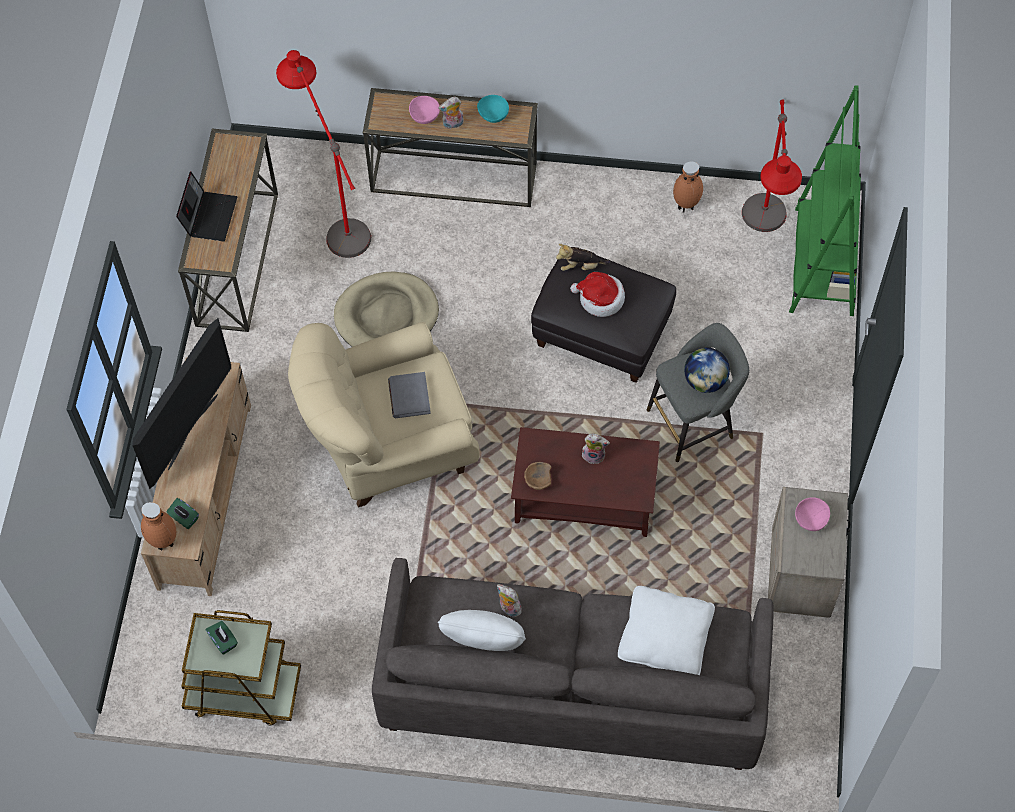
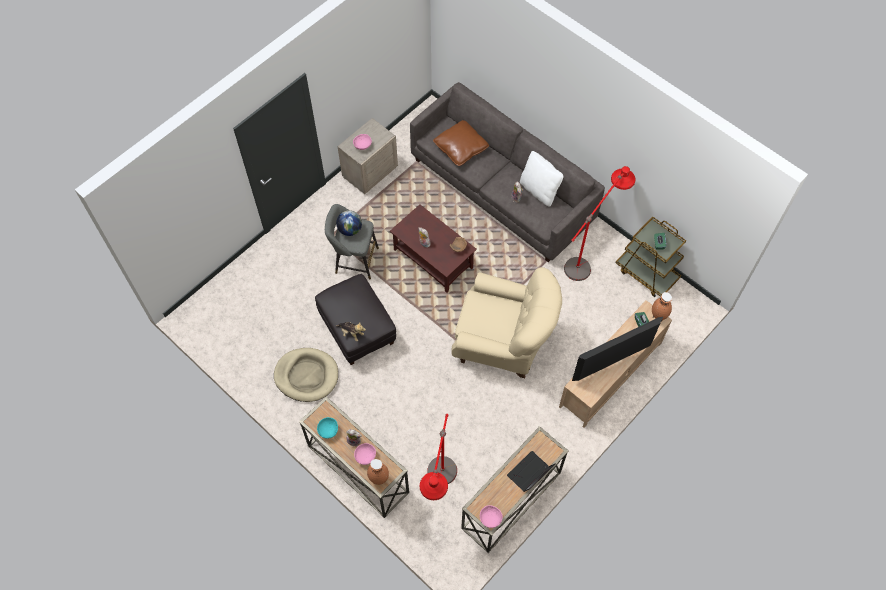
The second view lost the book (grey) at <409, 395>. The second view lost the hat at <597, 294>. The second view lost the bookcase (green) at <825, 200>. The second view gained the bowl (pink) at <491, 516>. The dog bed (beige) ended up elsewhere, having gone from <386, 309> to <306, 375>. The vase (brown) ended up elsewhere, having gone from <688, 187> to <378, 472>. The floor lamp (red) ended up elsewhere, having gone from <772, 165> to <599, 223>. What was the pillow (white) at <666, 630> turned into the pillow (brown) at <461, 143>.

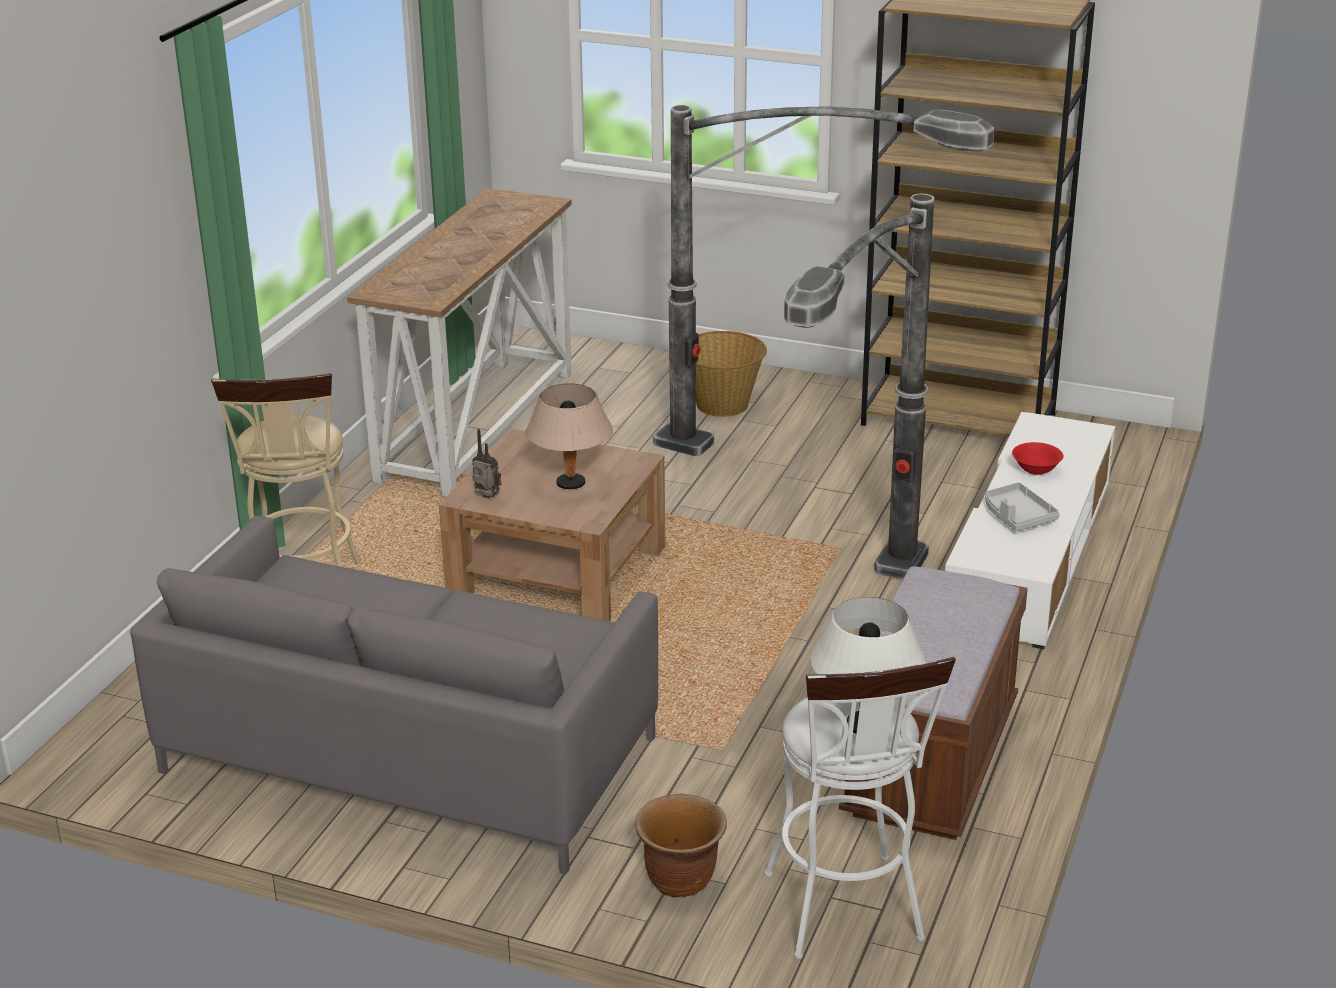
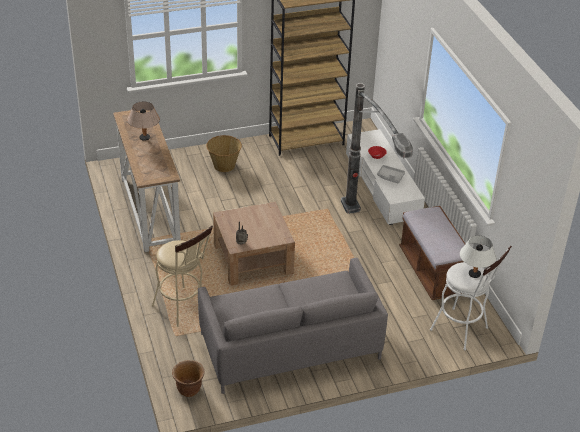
The second view lost the floor lamp at <823, 280>. The table lamp (beige) ended up elsewhere, having gone from <569, 436> to <143, 121>. The planter (brown) ended up elsewhere, having gone from <681, 845> to <188, 378>.

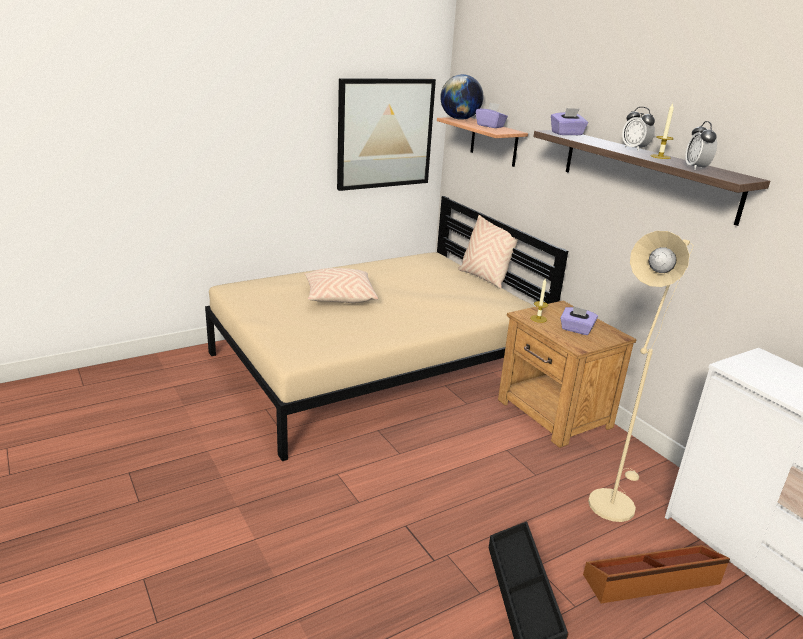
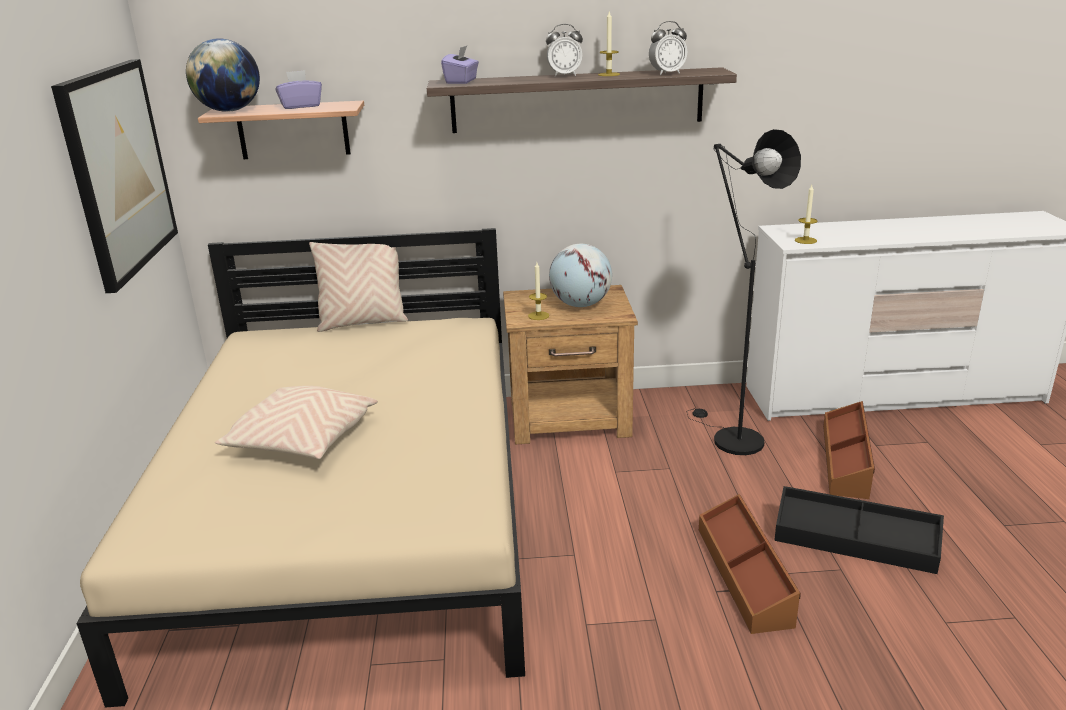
The second view gained the storage box (brown) at <750, 564>. The second view gained the candle at <806, 214>. Where the tissue box (purple) stood at <579, 320>, the globe came to stand at <580, 275>. What was the floor lamp (beige) at <640, 376> turned into the floor lamp (black) at <744, 292>. The alarm clock at <701, 145> ended up facing another way, 45 degrees counterclockwise from before.

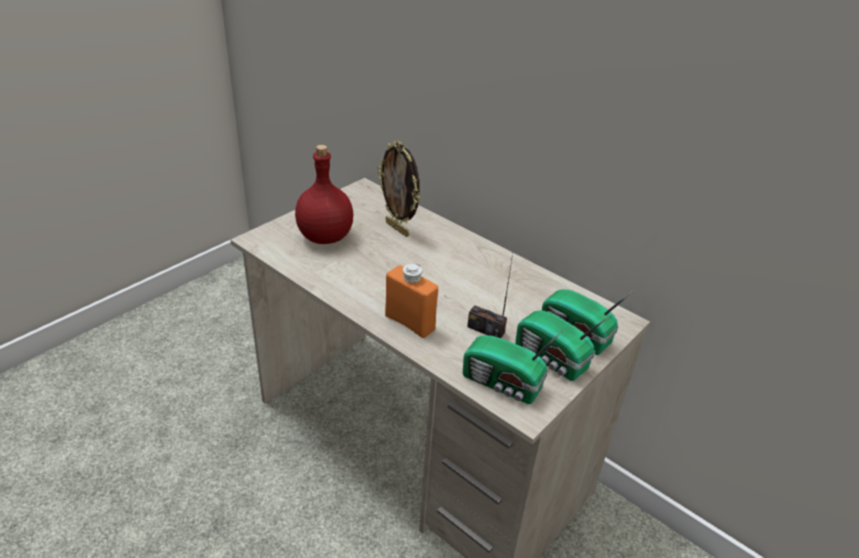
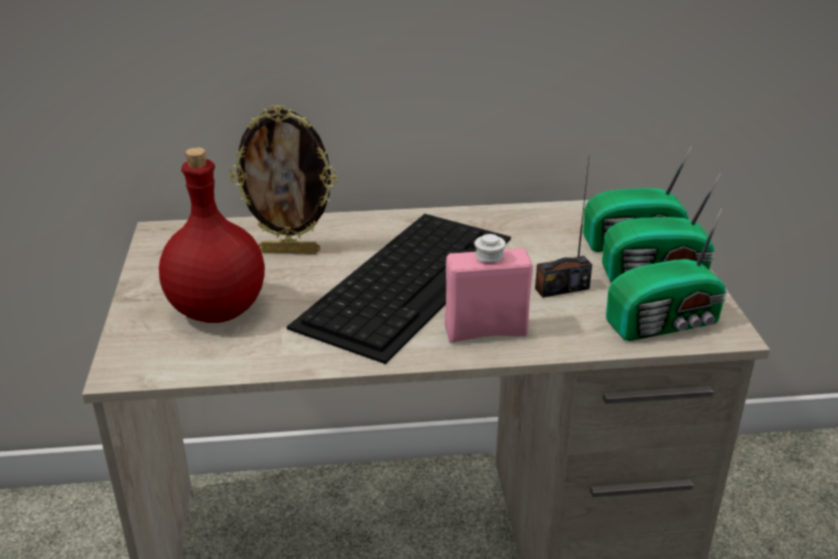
The second view gained the keyboard at <399, 289>. What was the bottle (orange) at <411, 301> turned into the bottle (pink) at <489, 288>.

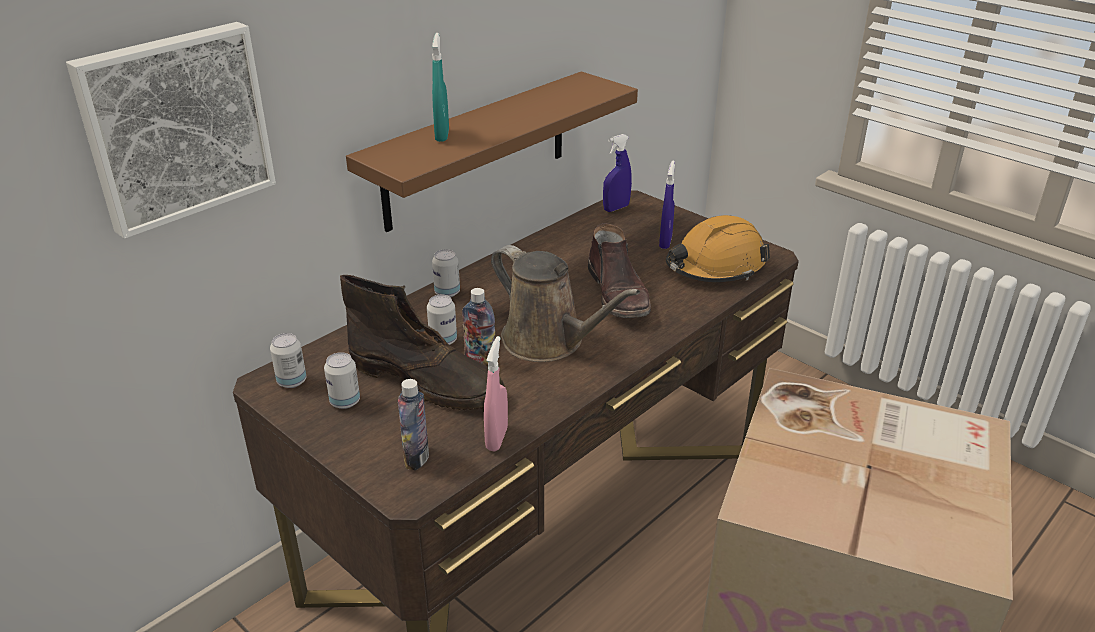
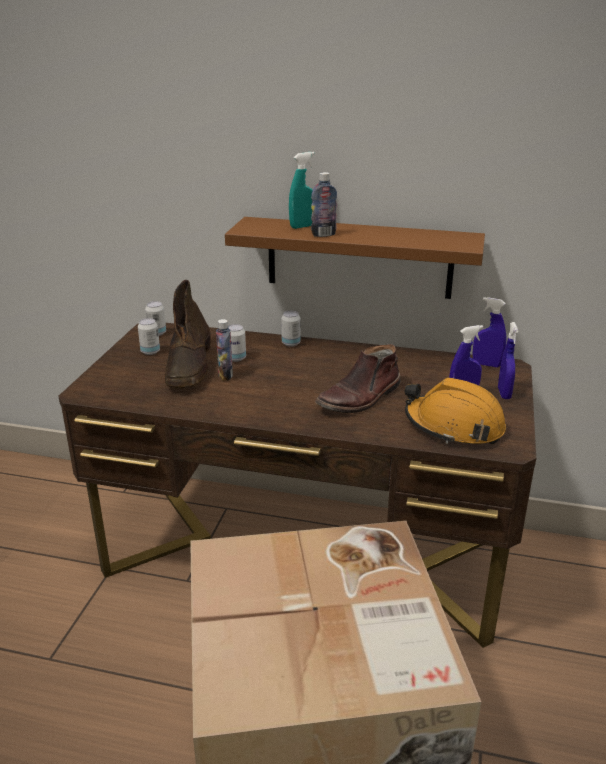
The second view lost the picture at <171, 130>. The second view lost the spray bottle (pink) at <496, 393>. The second view lost the watering can (brown) at <565, 303>. The second view gained the spray bottle (blue) at <508, 360>. The bottle ended up elsewhere, having gone from <413, 424> to <324, 204>.

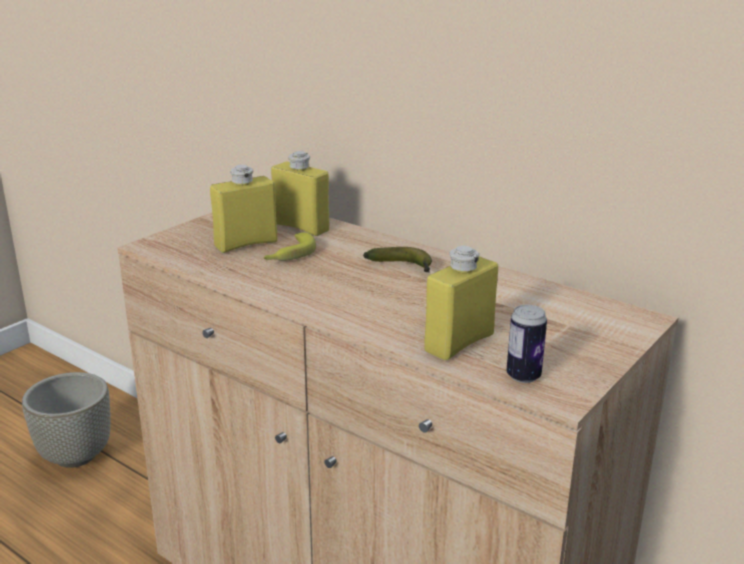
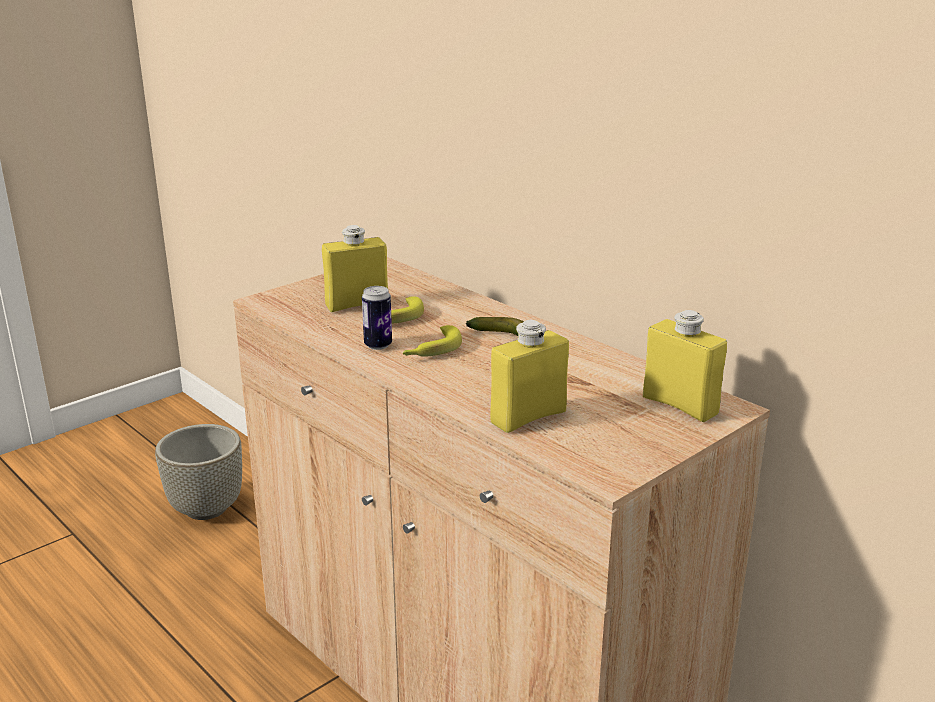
The second view gained the banana at <432, 341>. The bottle (yellow) ended up elsewhere, having gone from <300, 193> to <685, 366>. The can ended up elsewhere, having gone from <527, 344> to <377, 318>.

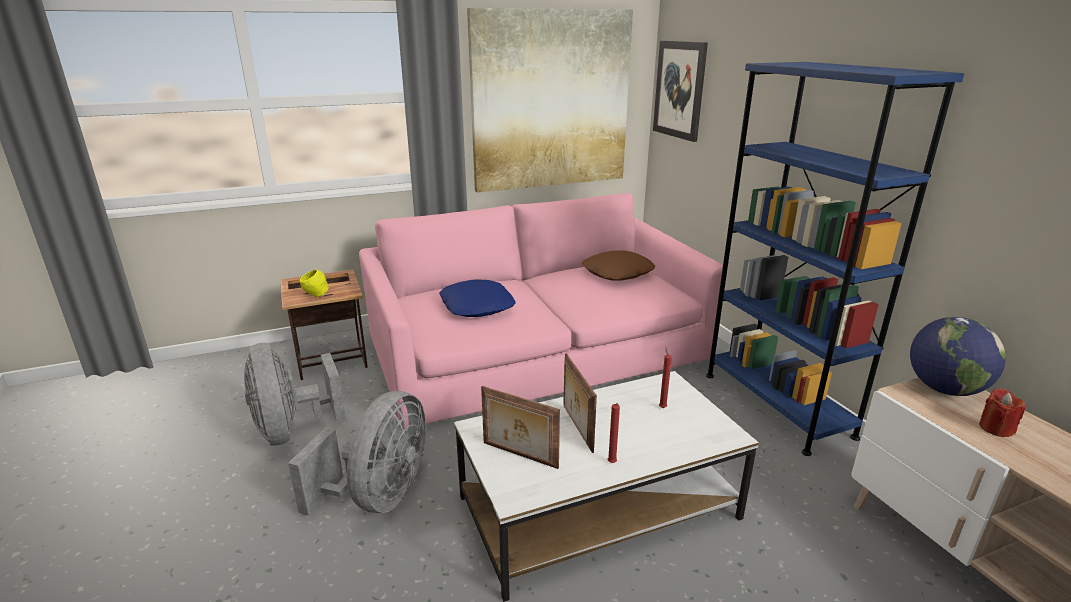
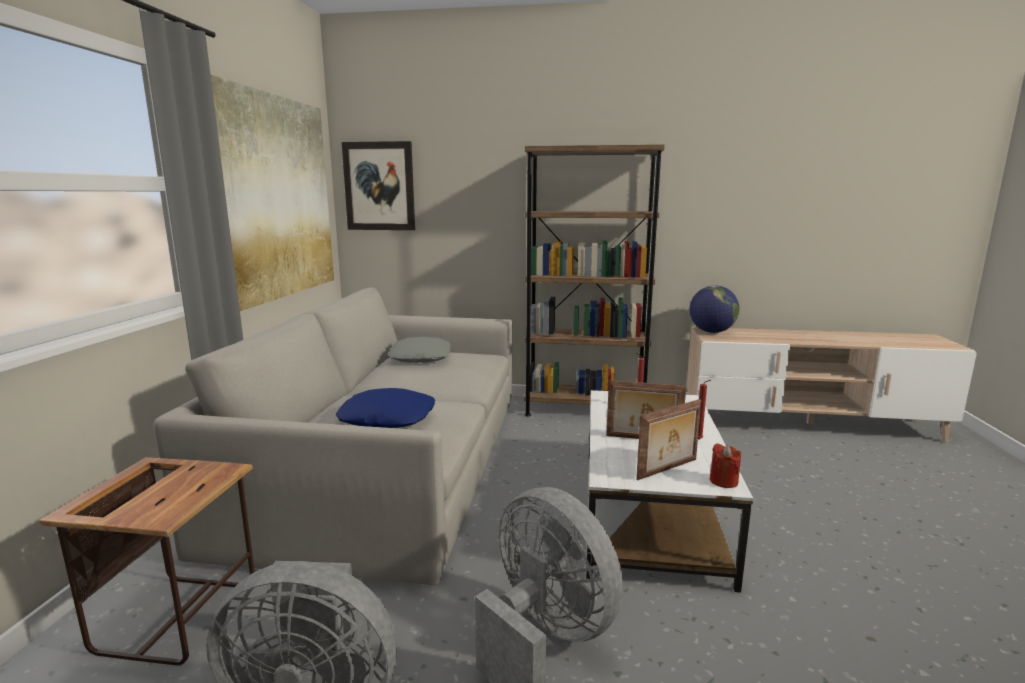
The second view lost the bowl (yellow) at <314, 283>. The candle (red) ended up elsewhere, having gone from <1002, 412> to <725, 465>. What was the sofa (pink) at <543, 311> turned into the sofa (grey) at <333, 436>. What was the pillow (brown) at <618, 266> turned into the pillow (grey) at <419, 349>. What was the bookcase (blue) at <835, 259> turned into the bookcase (brown) at <594, 280>.

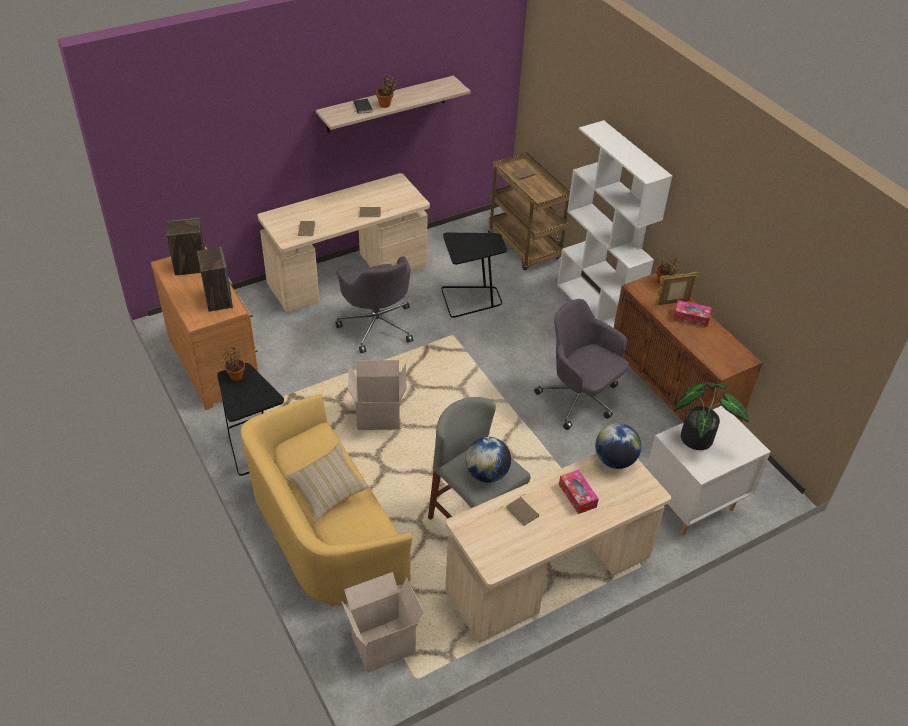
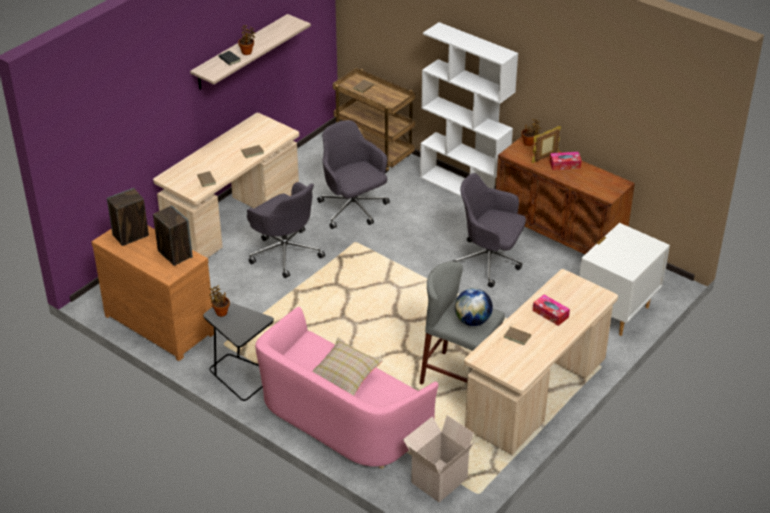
The second view lost the cardboard box at <377, 395>. The second view lost the globe at <618, 446>. The second view lost the potted plant at <711, 416>. Where the side table (black) stood at <474, 275>, the office chair (grey) came to stand at <353, 174>. What was the sofa (yellow) at <326, 500> turned into the sofa (pink) at <346, 388>.

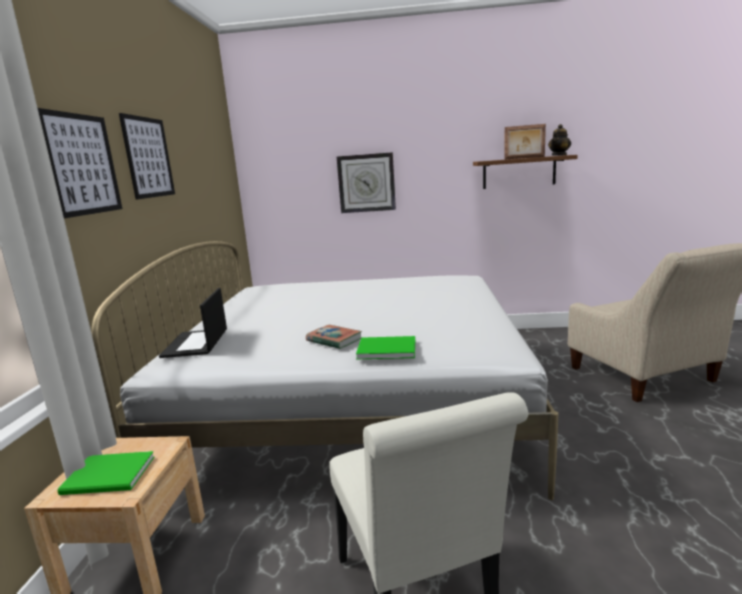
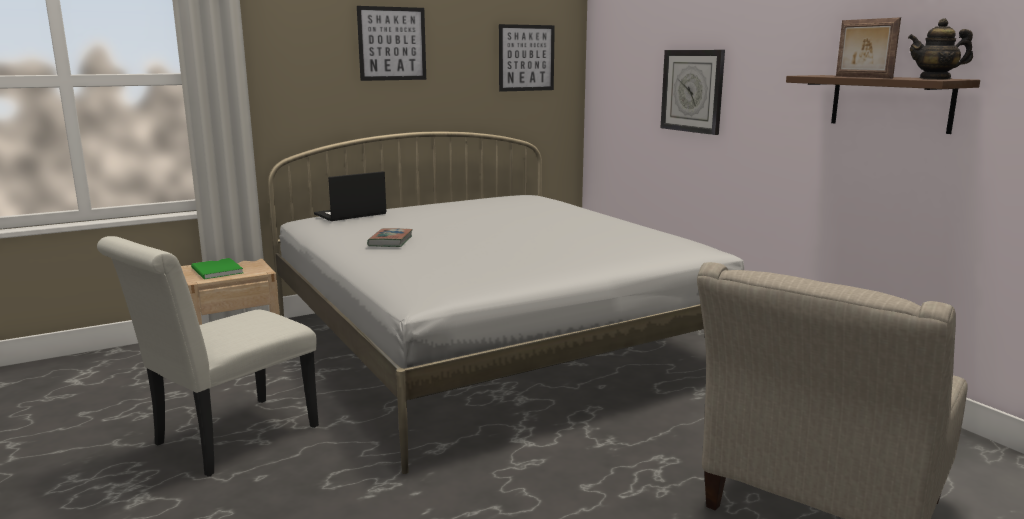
The second view lost the book (green) at <385, 347>. The picture ended up elsewhere, having gone from <80, 163> to <527, 58>.

